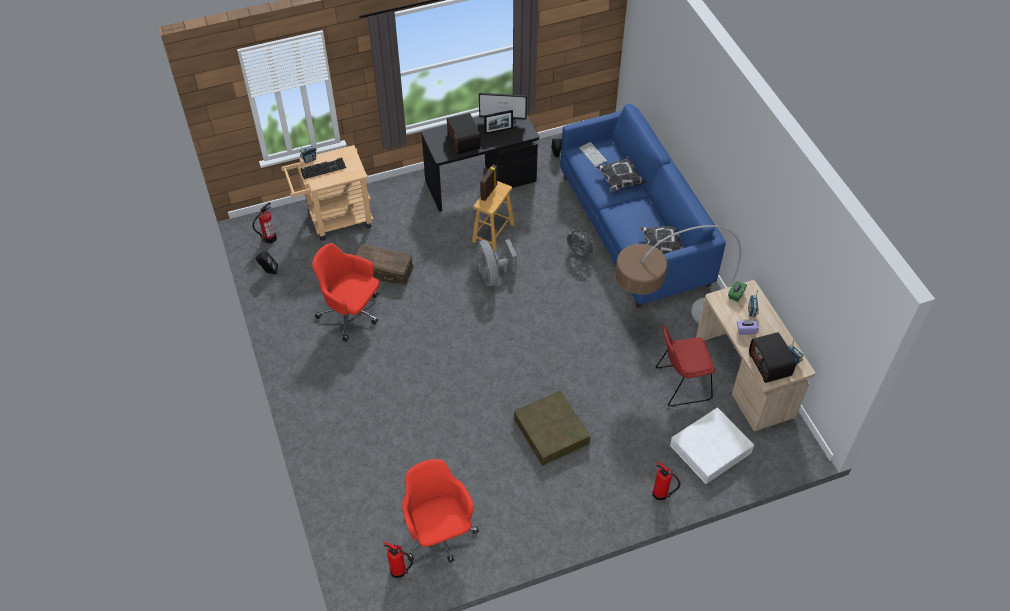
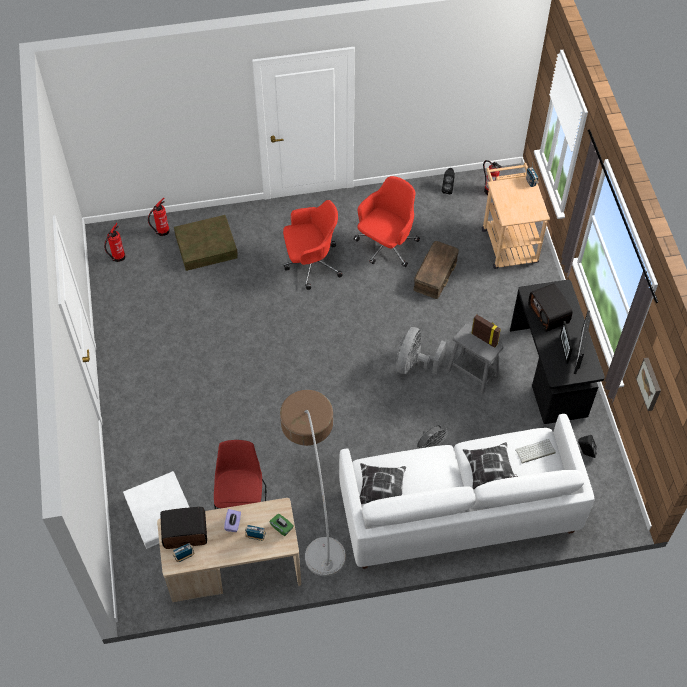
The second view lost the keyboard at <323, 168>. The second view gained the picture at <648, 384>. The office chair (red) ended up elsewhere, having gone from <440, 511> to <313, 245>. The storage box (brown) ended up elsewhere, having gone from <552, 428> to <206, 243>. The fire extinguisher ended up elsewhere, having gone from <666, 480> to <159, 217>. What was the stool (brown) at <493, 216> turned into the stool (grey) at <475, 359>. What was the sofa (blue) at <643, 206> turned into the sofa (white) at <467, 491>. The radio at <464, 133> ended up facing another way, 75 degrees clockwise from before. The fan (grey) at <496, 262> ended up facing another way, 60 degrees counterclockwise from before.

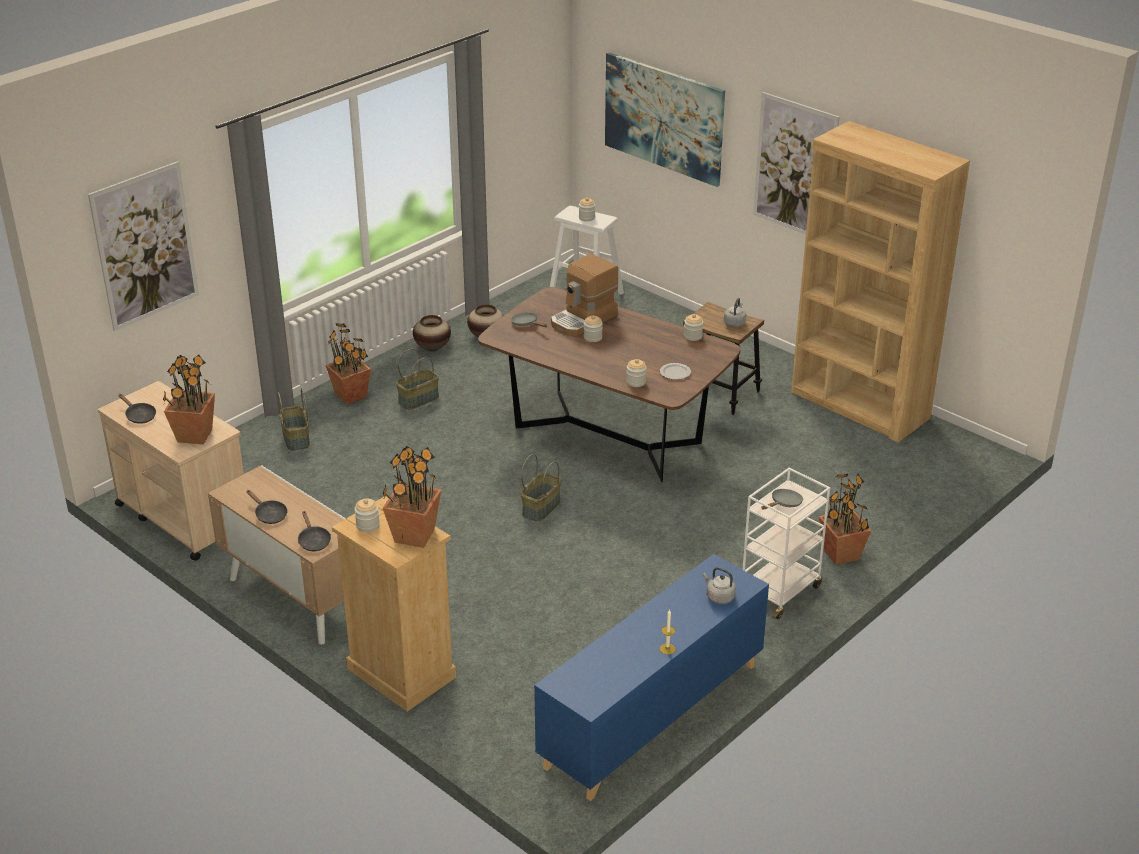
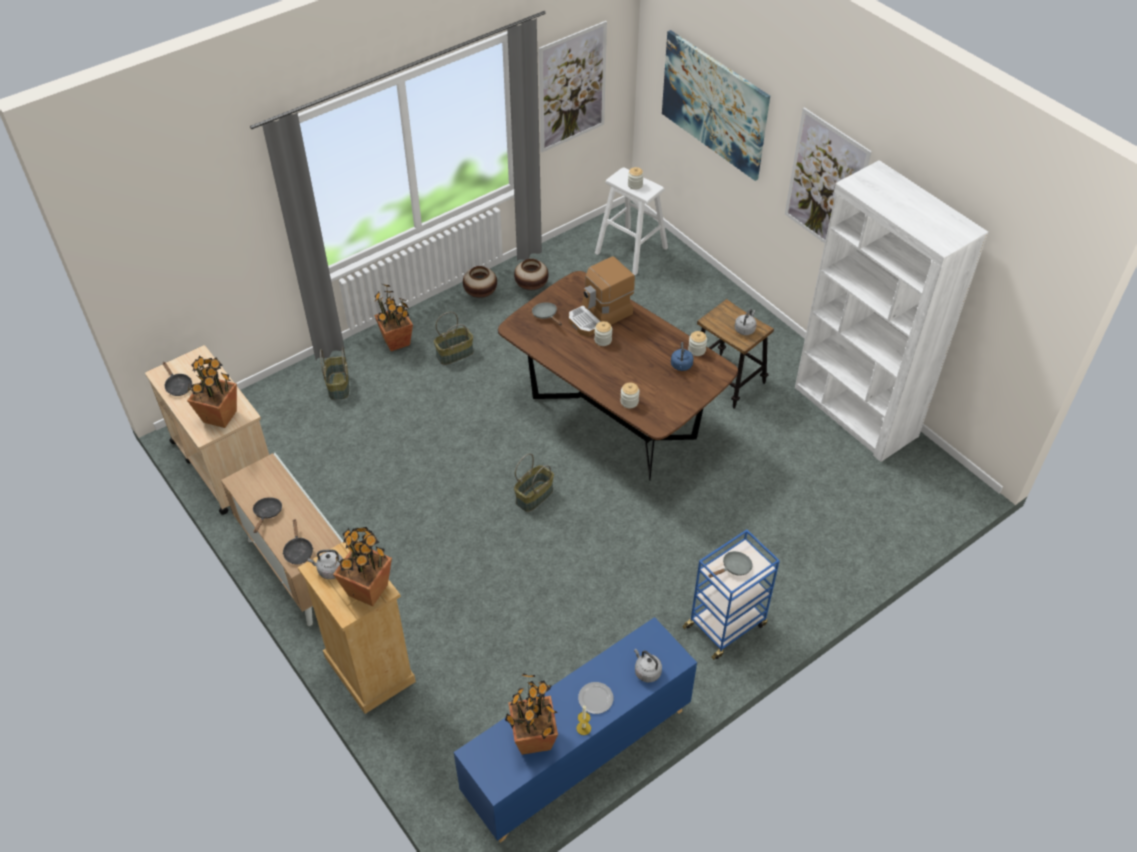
The second view gained the kettle (blue) at <682, 356>. The picture ended up elsewhere, having gone from <143, 246> to <573, 86>. The plate ended up elsewhere, having gone from <675, 371> to <596, 698>. The potted plant ended up elsewhere, having gone from <845, 519> to <531, 714>. Where the jar stood at <367, 515>, the kettle (grey) came to stand at <325, 564>. What was the cart (white) at <786, 543> turned into the cart (blue) at <731, 594>. What was the bookcase (brown) at <880, 282> turned into the bookcase (white) at <891, 311>. The frying pan (black) at <266, 507> ended up facing another way, 135 degrees counterclockwise from before.

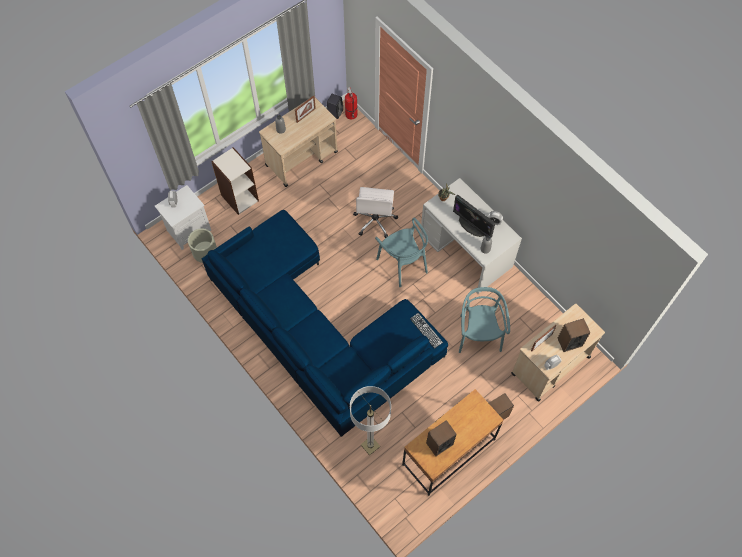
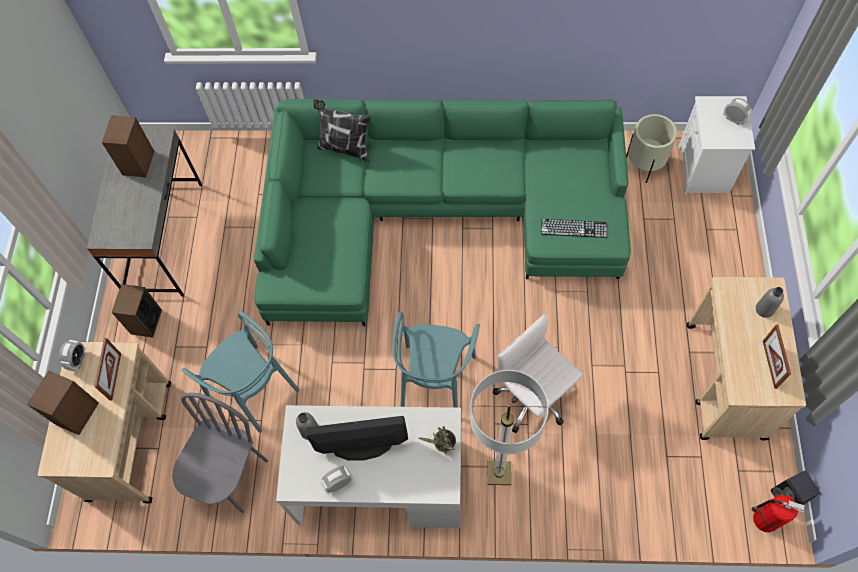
The second view lost the bookcase at <235, 181>. The second view gained the chair (grey) at <220, 453>. The second view gained the pillow at <342, 130>. The floor lamp ended up elsewhere, having gone from <370, 421> to <509, 427>. The keyboard ended up elsewhere, having gone from <426, 331> to <574, 228>. What was the sofa (blue) at <325, 323> turned into the sofa (green) at <442, 212>. What was the desk (brown) at <453, 442> turned into the desk (grey) at <144, 212>. The chair (turquoise) at <401, 252> ended up facing another way, 90 degrees counterclockwise from before.

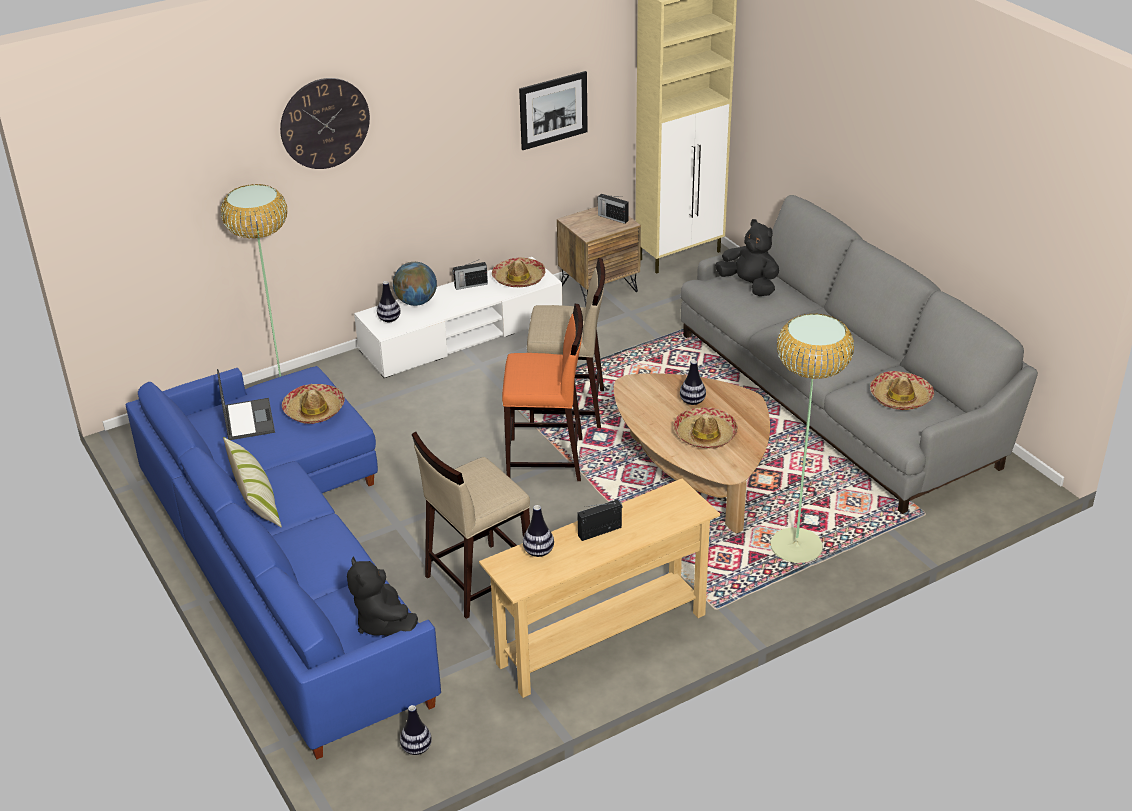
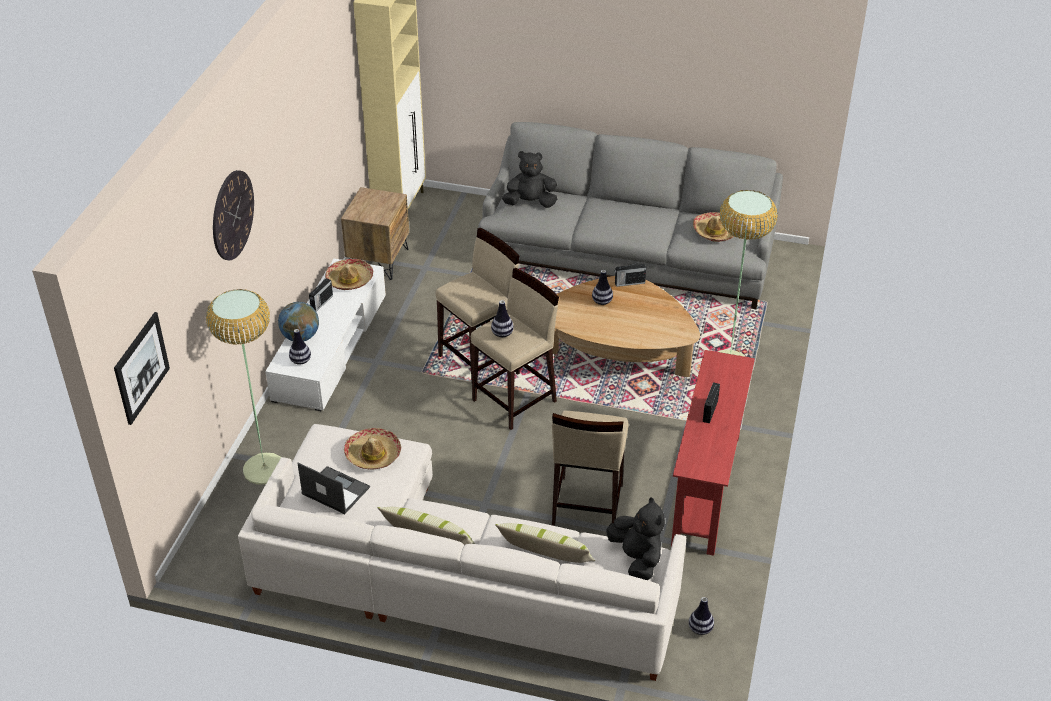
The second view lost the hat at <706, 428>. The second view gained the pillow at <545, 543>. The picture ended up elsewhere, having gone from <553, 110> to <142, 368>. The vase ended up elsewhere, having gone from <538, 531> to <502, 318>. The radio ended up elsewhere, having gone from <613, 209> to <630, 274>. What was the sofa (blue) at <283, 562> turned into the sofa (white) at <462, 552>. What was the console table (beige) at <599, 588> turned into the console table (red) at <713, 453>. What was the stool (orange) at <542, 392> turned into the stool (beige) at <515, 349>. The plush toy (black) at <382, 596> ended up facing another way, 135 degrees counterclockwise from before.

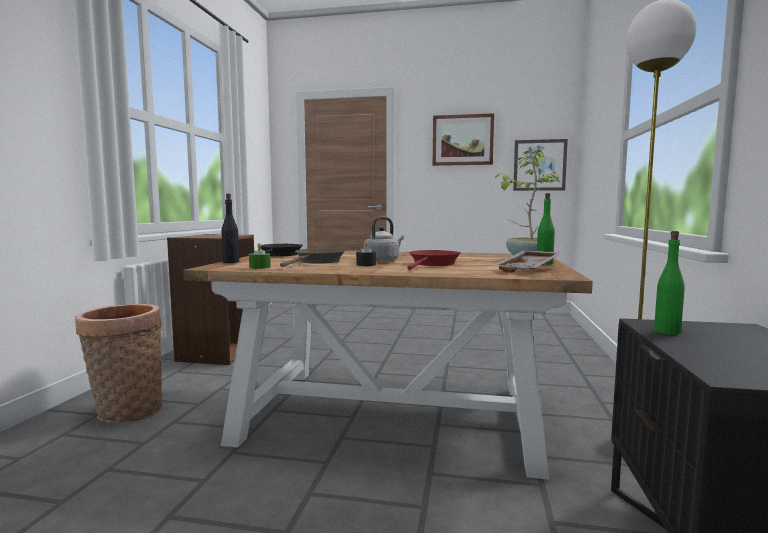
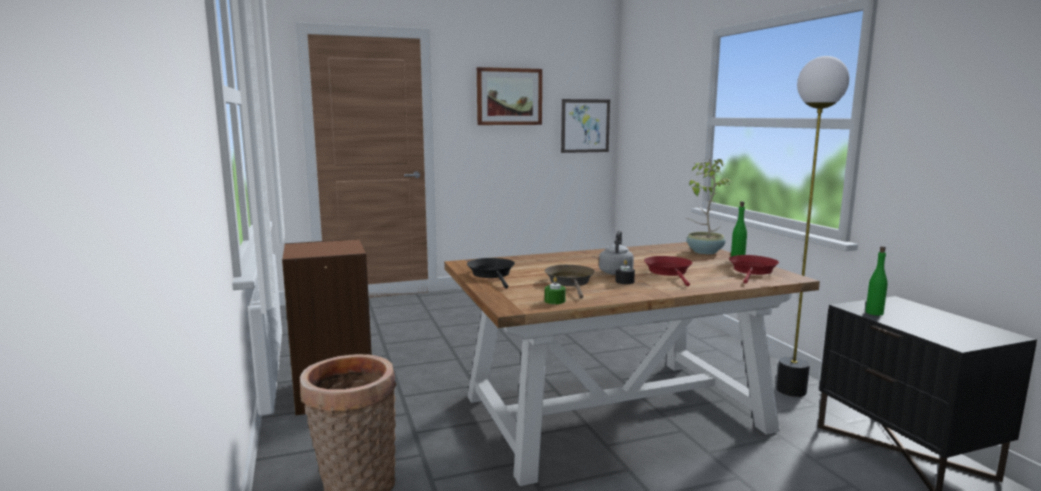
The second view lost the bottle (black) at <230, 228>. Where the tray (grey) stood at <527, 262>, the frying pan (red) came to stand at <754, 269>.

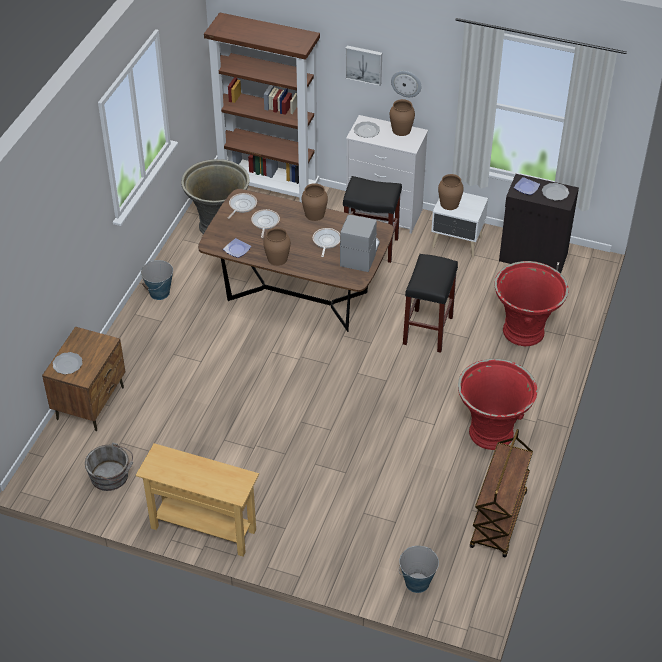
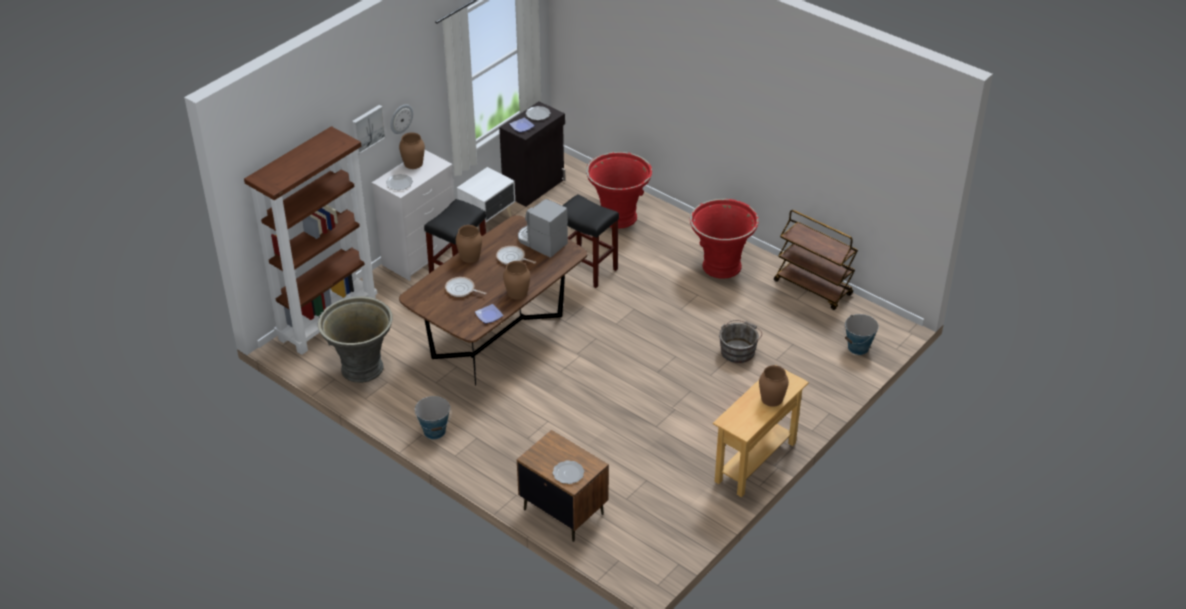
The second view lost the frying pan at <242, 206>. The bucket (grey) ended up elsewhere, having gone from <109, 466> to <740, 341>. The vase (brown) ended up elsewhere, having gone from <451, 192> to <774, 386>.

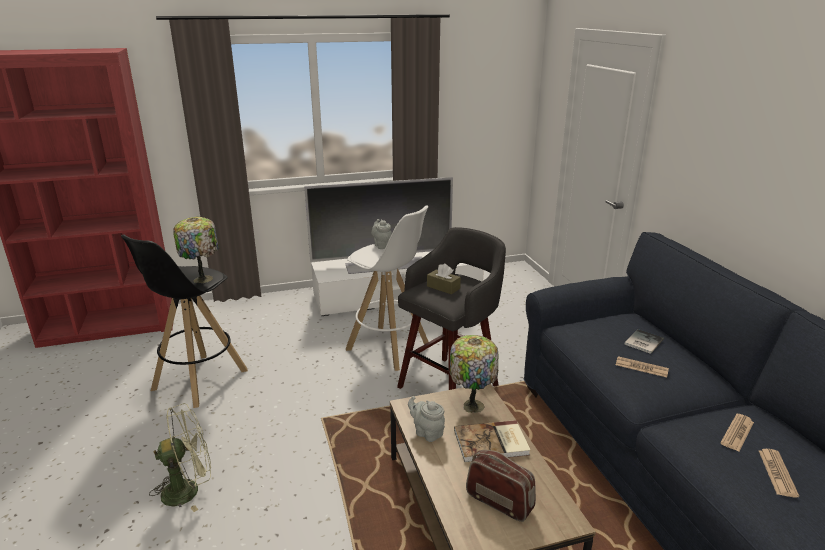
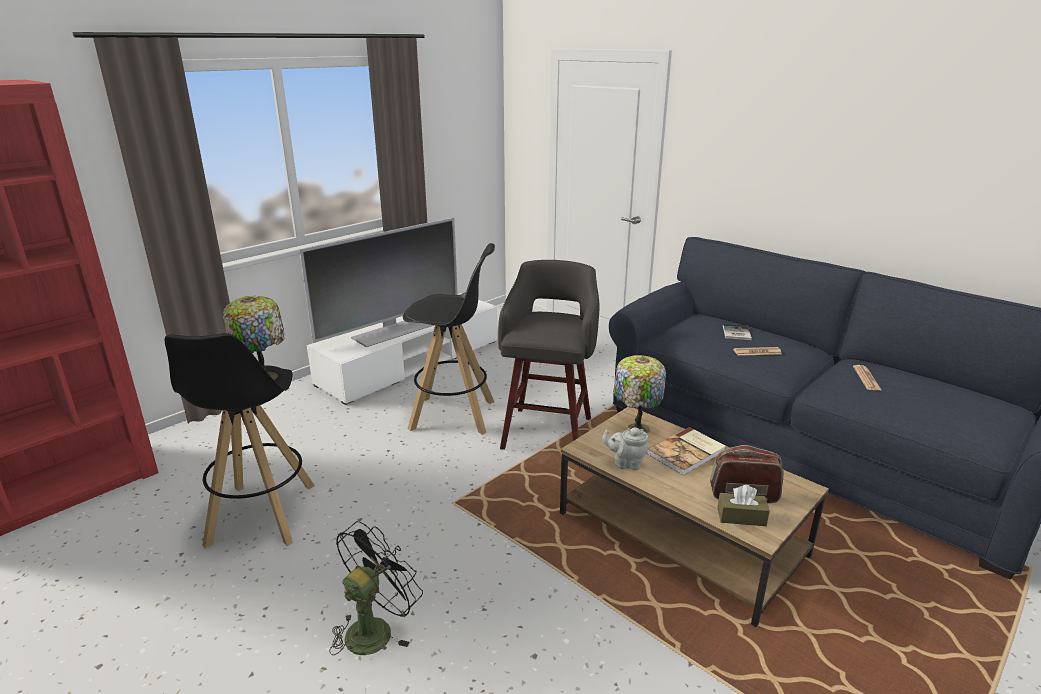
The second view lost the teapot (grey) at <381, 234>. The second view lost the newspaper at <779, 473>. The tissue box (brown) ended up elsewhere, having gone from <444, 279> to <743, 505>. What was the fan (green) at <180, 457> turned into the fan (black) at <376, 588>. What was the stool (white) at <387, 288> turned into the stool (black) at <449, 339>.

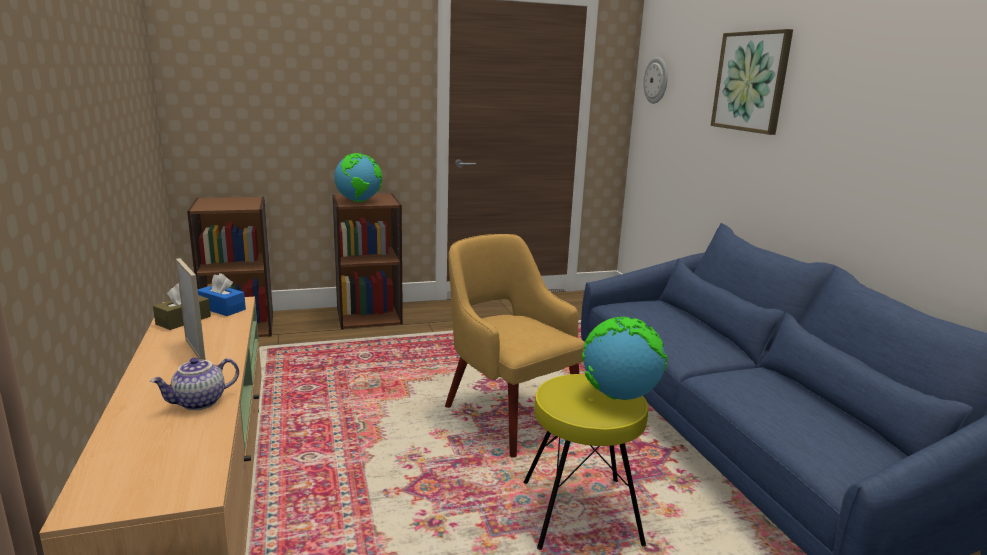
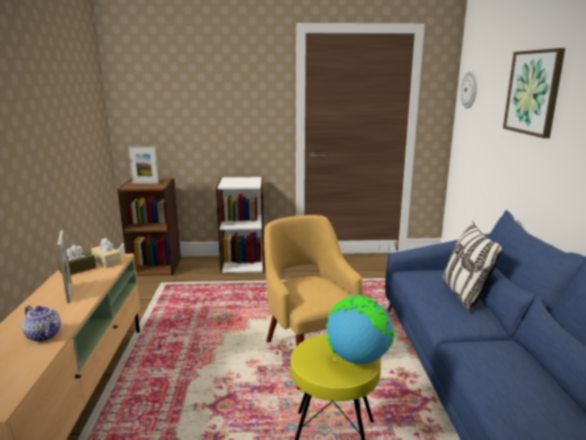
The second view lost the globe at <358, 177>. The second view gained the picture frame at <143, 165>. The second view gained the pillow at <473, 266>. What was the tissue box (blue) at <222, 294> turned into the tissue box (beige) at <106, 253>. What was the bookcase (brown) at <367, 261> turned into the bookcase (white) at <240, 225>. The teapot at <194, 384> ended up facing another way, 120 degrees counterclockwise from before.

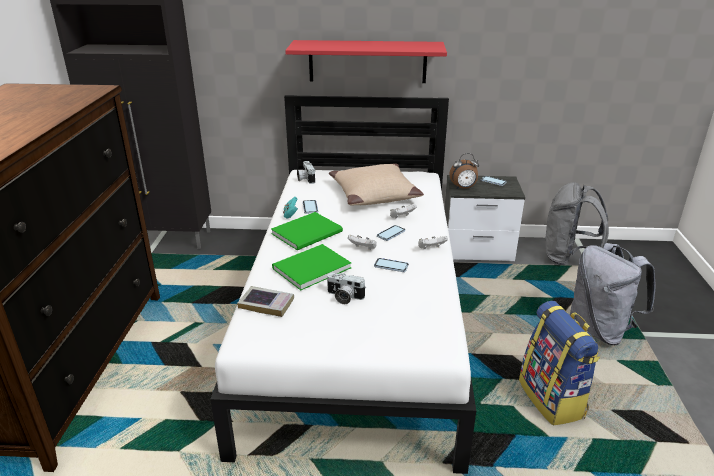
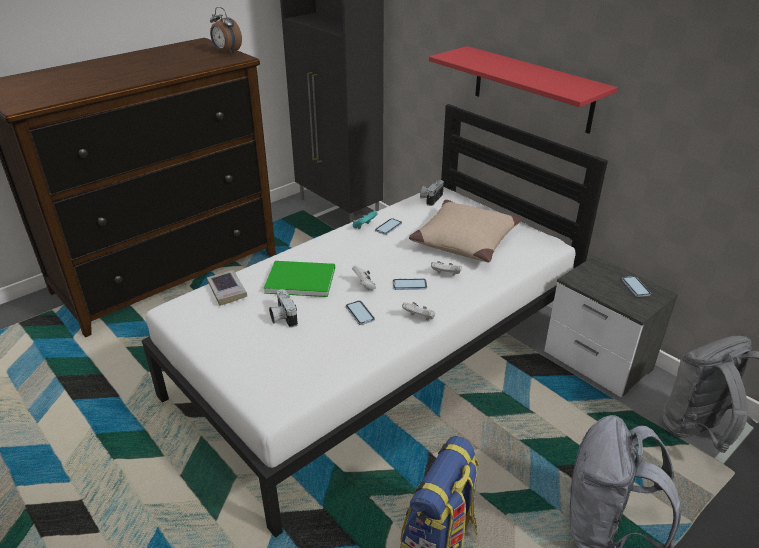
The second view lost the book (green) at <307, 231>. The alarm clock ended up elsewhere, having gone from <464, 171> to <226, 30>.

